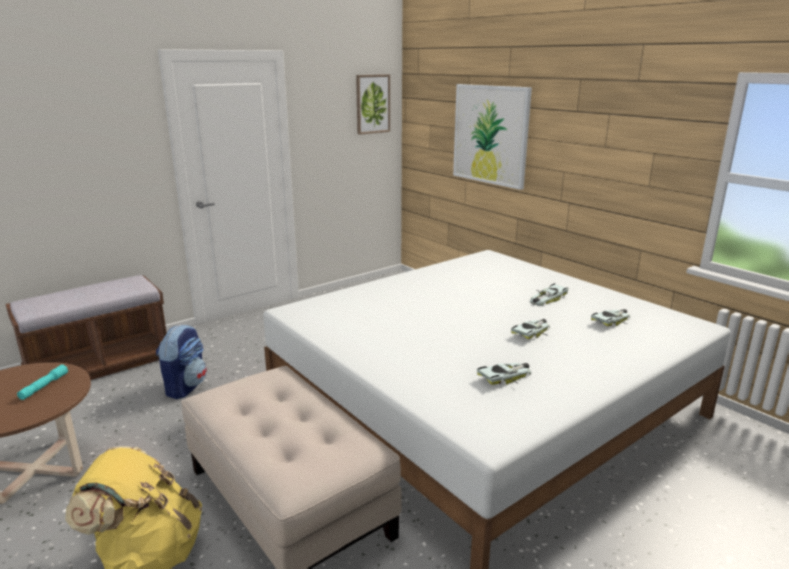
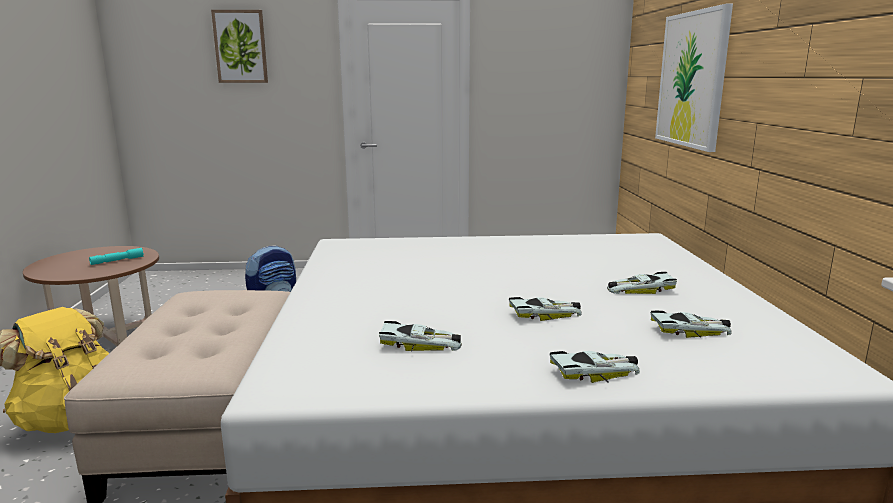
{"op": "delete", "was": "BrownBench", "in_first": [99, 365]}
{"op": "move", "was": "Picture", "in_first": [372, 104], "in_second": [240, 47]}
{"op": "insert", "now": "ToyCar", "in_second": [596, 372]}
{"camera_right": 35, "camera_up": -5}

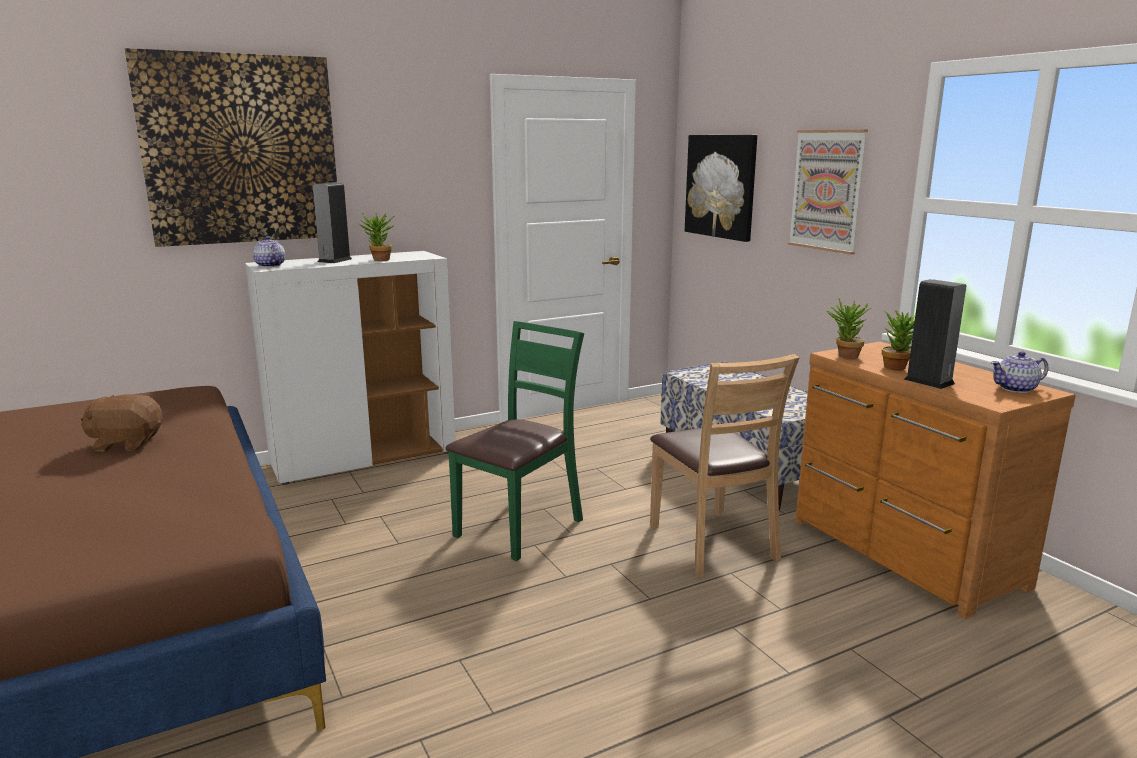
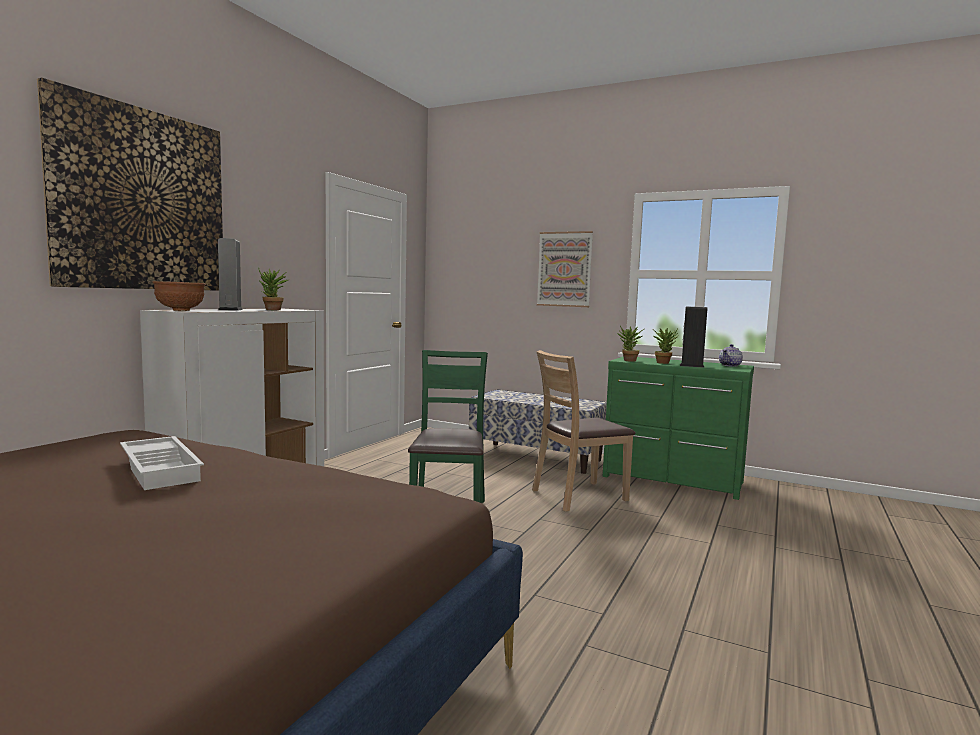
{"op": "replace", "was": "BrownPlushToy", "now": "WhiteTray", "in_first": [126, 443], "in_second": [162, 469]}
{"op": "replace", "was": "Teapot", "now": "BrownBowl", "in_first": [270, 265], "in_second": [180, 310]}
{"op": "rotate", "was": "BrownChair", "in_first": [712, 543], "in_second": [578, 496], "clockwise": 120}
{"op": "delete", "was": "Picture", "in_first": [721, 186]}
{"op": "recolor", "was": "BrownDresser", "now": "GreenDresser", "in_first": [902, 554], "in_second": [673, 480]}
{"camera_right": -35, "camera_up": -10}

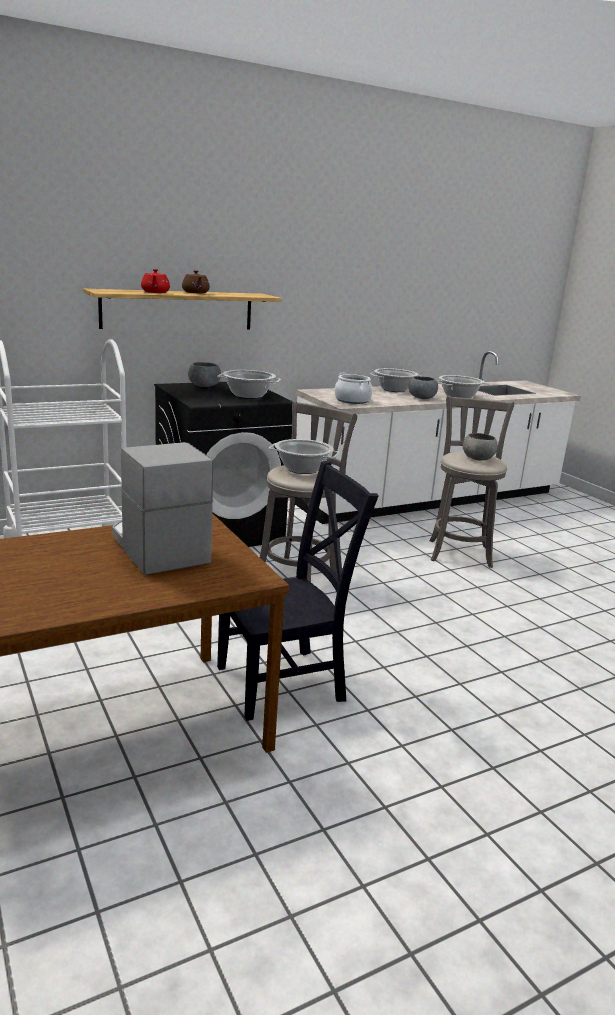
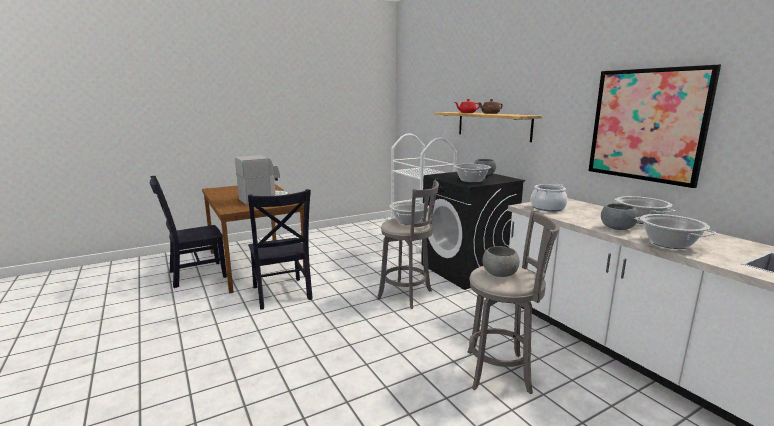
{"op": "insert", "now": "BlackChair", "in_second": [194, 275]}
{"op": "insert", "now": "Picture", "in_second": [647, 125]}
{"camera_right": 90, "camera_up": -5}

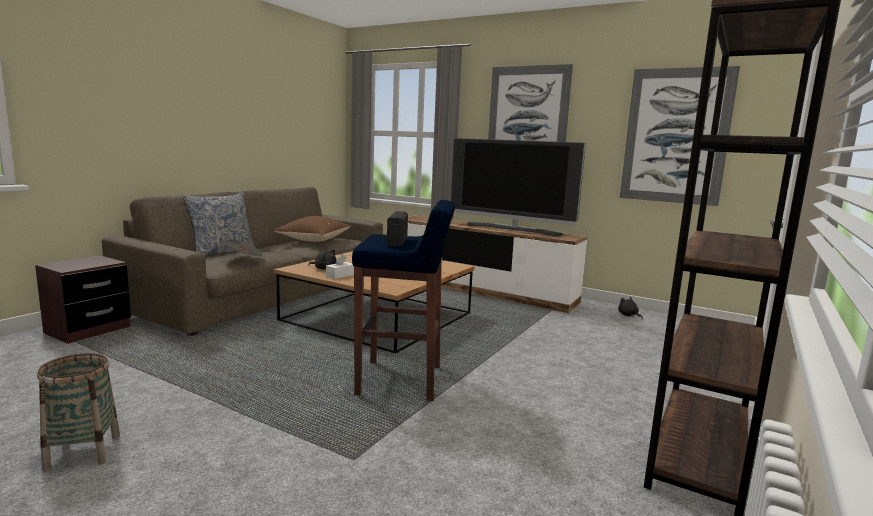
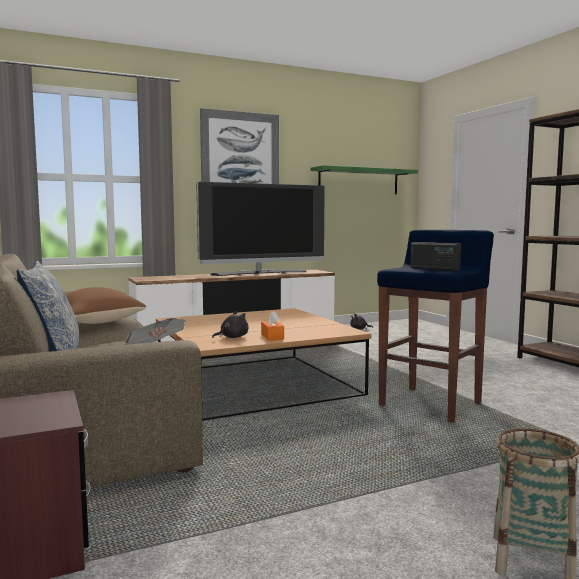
{"op": "recolor", "was": "WhiteTissueBox", "now": "OrangeTissueBox", "in_first": [340, 275], "in_second": [272, 336]}
{"op": "replace", "was": "Picture", "now": "GreenShelf", "in_first": [675, 136], "in_second": [358, 181]}
{"camera_right": -55, "camera_up": -5}

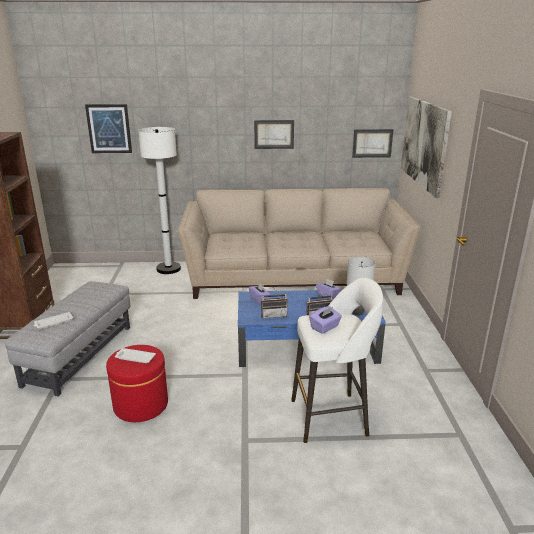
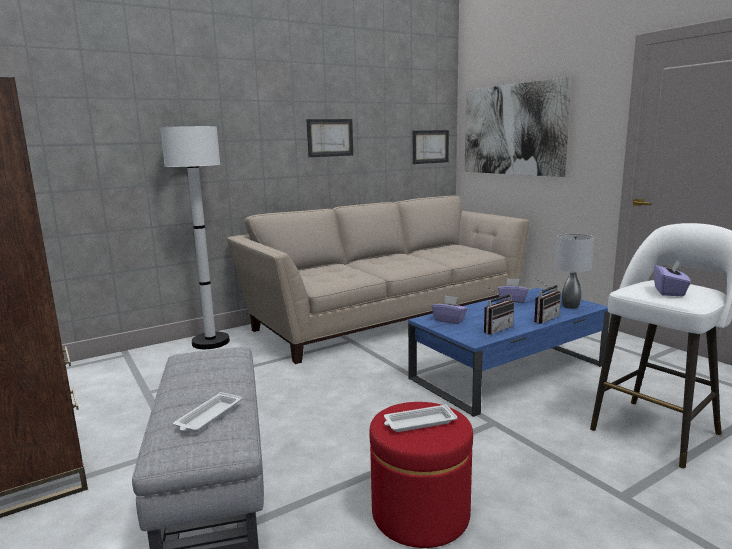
{"op": "delete", "was": "Picture", "in_first": [109, 128]}
{"camera_right": -30, "camera_up": -10}

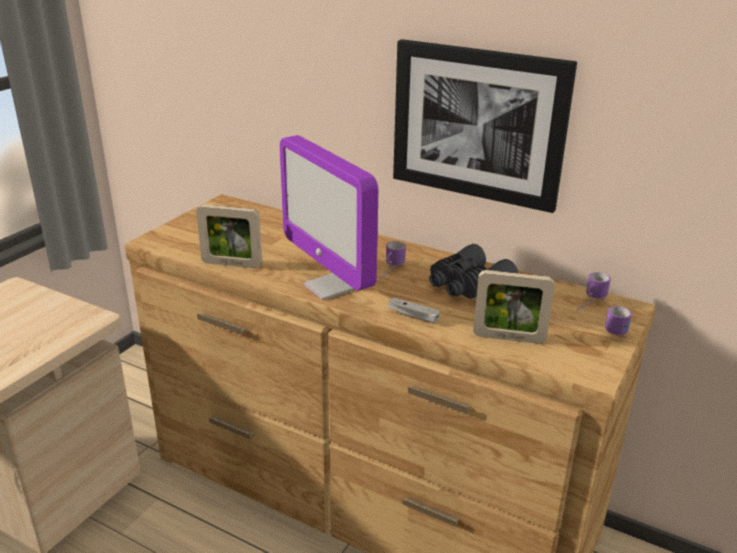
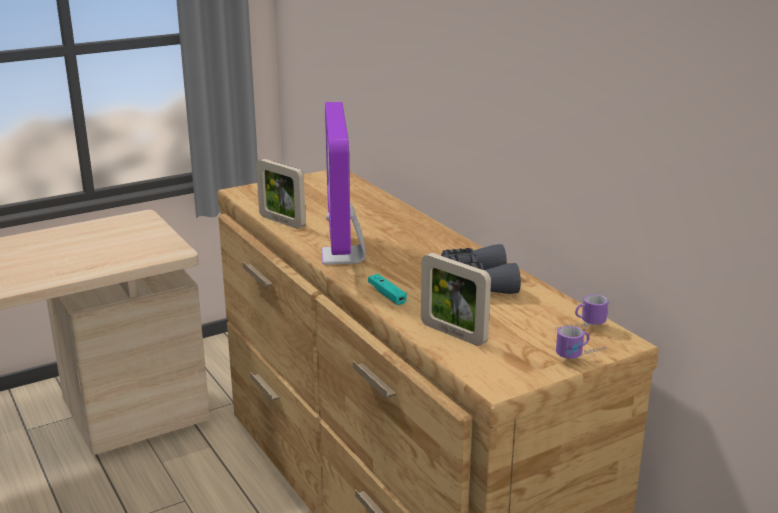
{"op": "delete", "was": "Mug", "in_first": [389, 271]}
{"op": "recolor", "was": "WhiteGameController", "now": "TurquoiseGameController", "in_first": [413, 315], "in_second": [387, 294]}
{"op": "delete", "was": "Picture", "in_first": [478, 124]}
{"camera_right": 30, "camera_up": -5}

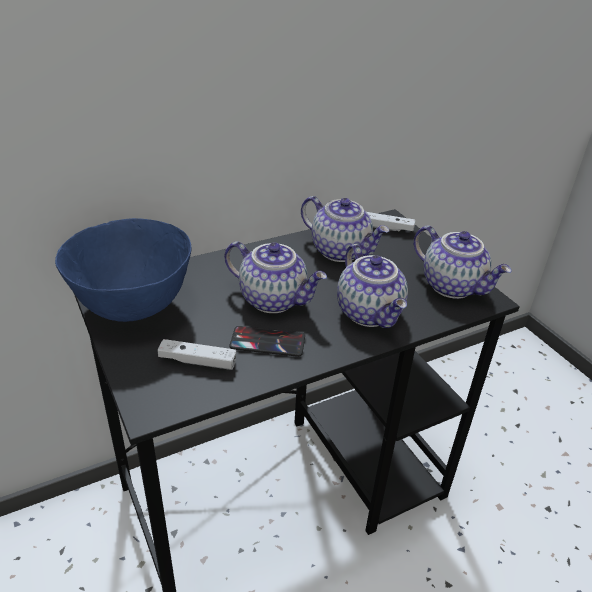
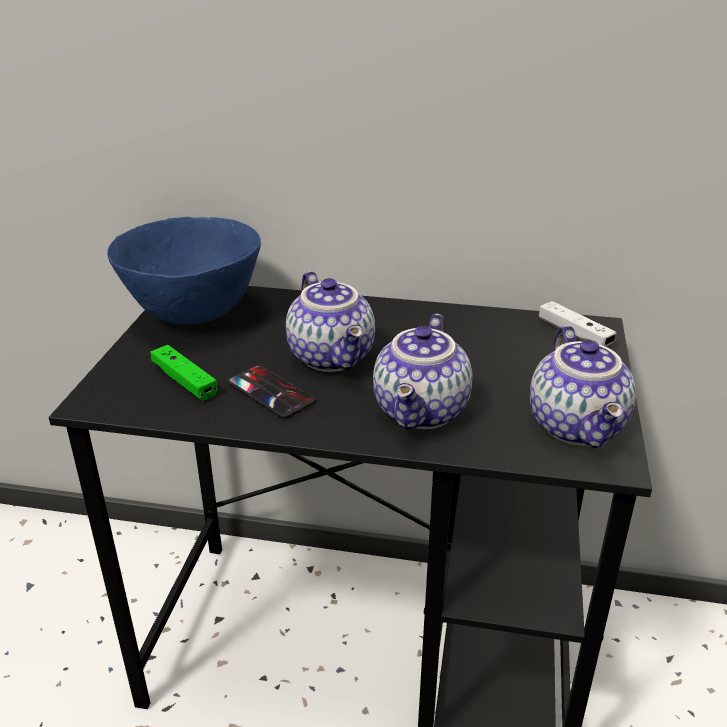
{"op": "recolor", "was": "WhiteGameController", "now": "GreenGameController", "in_first": [197, 361], "in_second": [184, 381]}
{"op": "delete", "was": "Teapot", "in_first": [341, 251]}
{"camera_right": 40, "camera_up": -5}

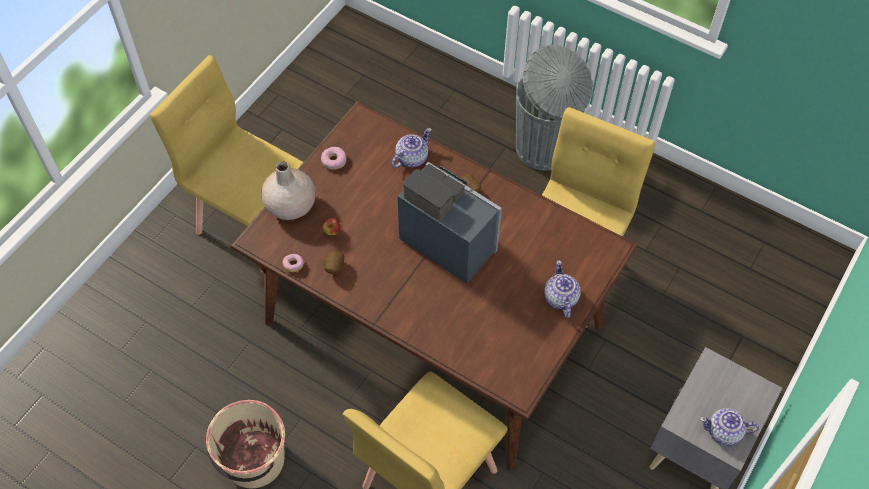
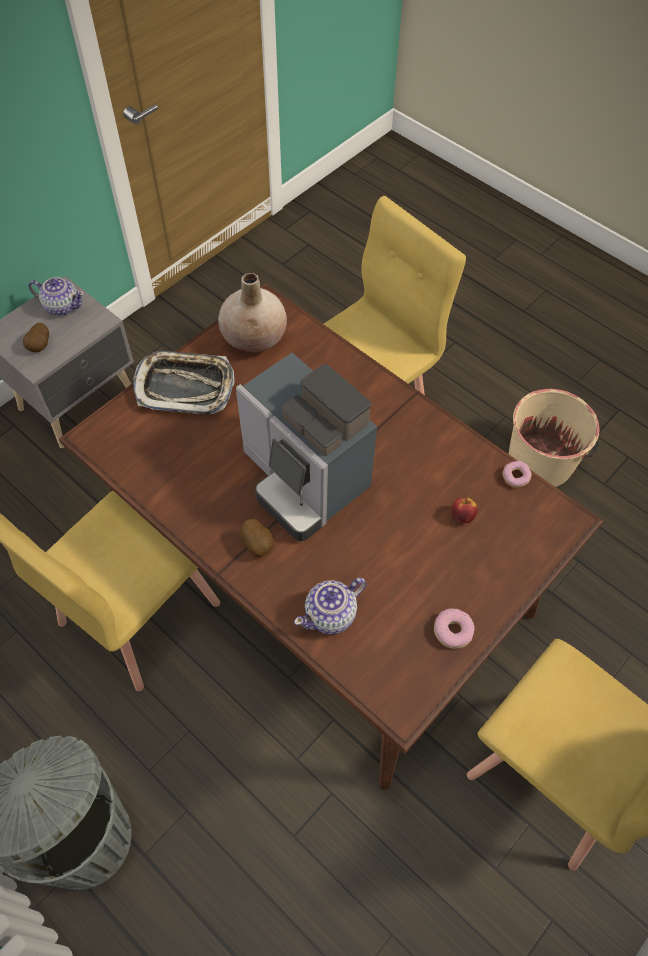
{"op": "move", "was": "BeigeVase", "in_first": [290, 205], "in_second": [254, 338]}
{"op": "move", "was": "Potato", "in_first": [334, 268], "in_second": [40, 346]}
{"op": "replace", "was": "Teapot", "now": "Tray", "in_first": [560, 298], "in_second": [185, 386]}
{"camera_right": -170, "camera_up": 0}

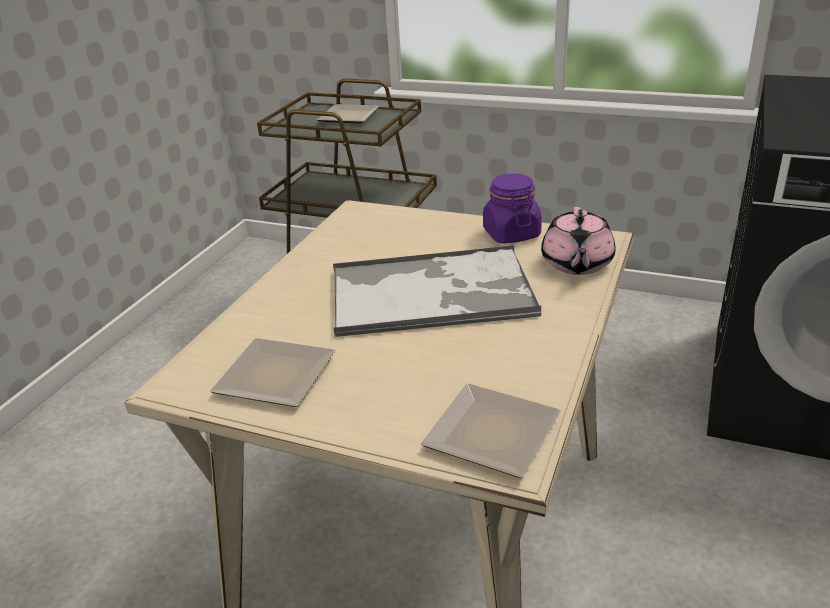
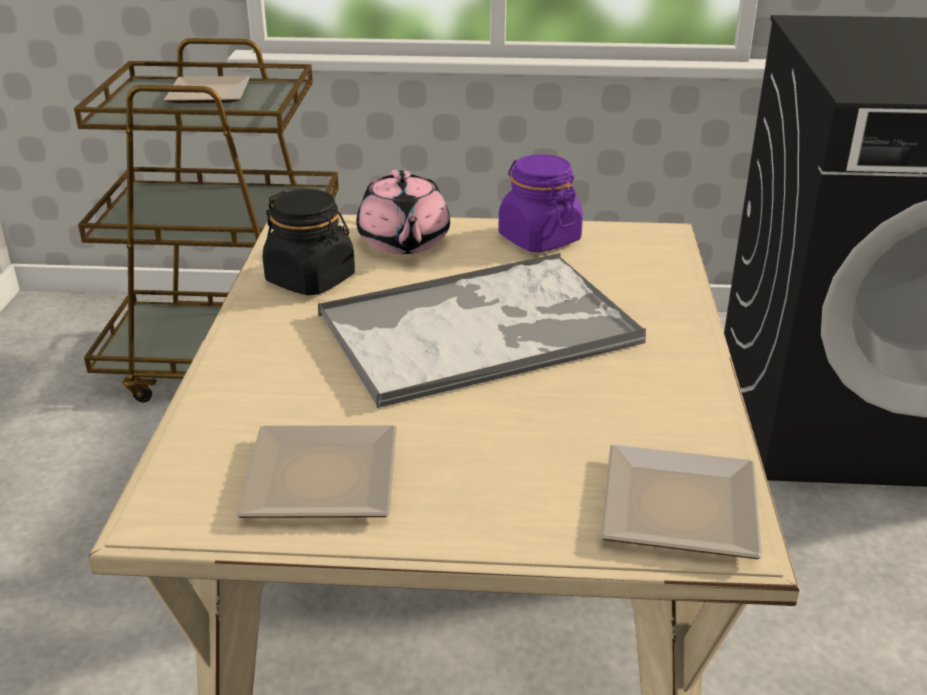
{"op": "move", "was": "PinkTeapot", "in_first": [576, 264], "in_second": [403, 242]}
{"op": "insert", "now": "BlackJar", "in_second": [311, 279]}
{"camera_right": -20, "camera_up": 0}

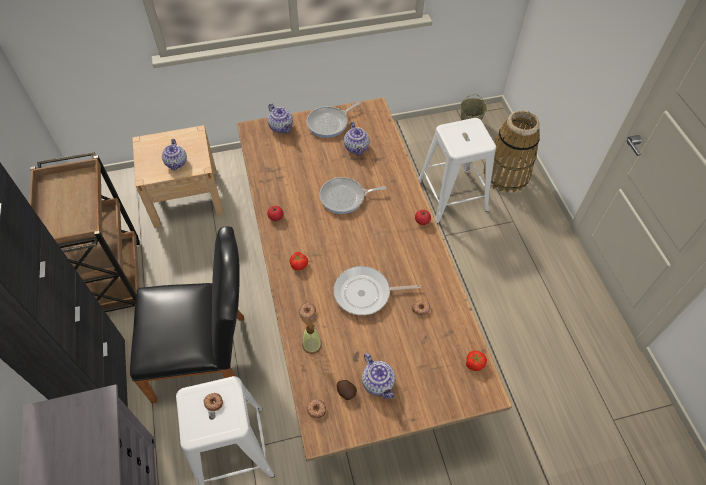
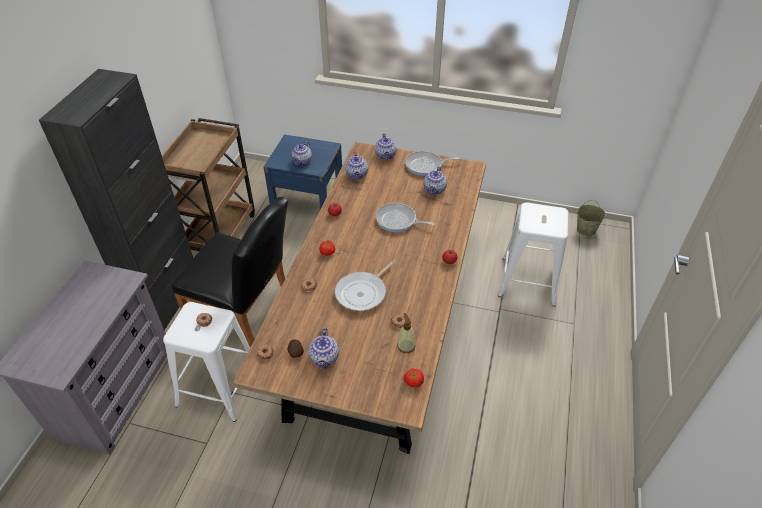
{"op": "recolor", "was": "BeigeNightstand", "now": "BlueNightstand", "in_first": [186, 197], "in_second": [307, 198]}
{"op": "move", "was": "SoapDispenser", "in_first": [311, 345], "in_second": [406, 346]}
{"op": "rotate", "was": "FryingPan", "in_first": [365, 293], "in_second": [363, 292], "clockwise": -75}
{"op": "delete", "was": "Basket", "in_first": [506, 175]}
{"op": "insert", "now": "Teapot", "in_second": [357, 175]}
{"camera_right": 30, "camera_up": -10}

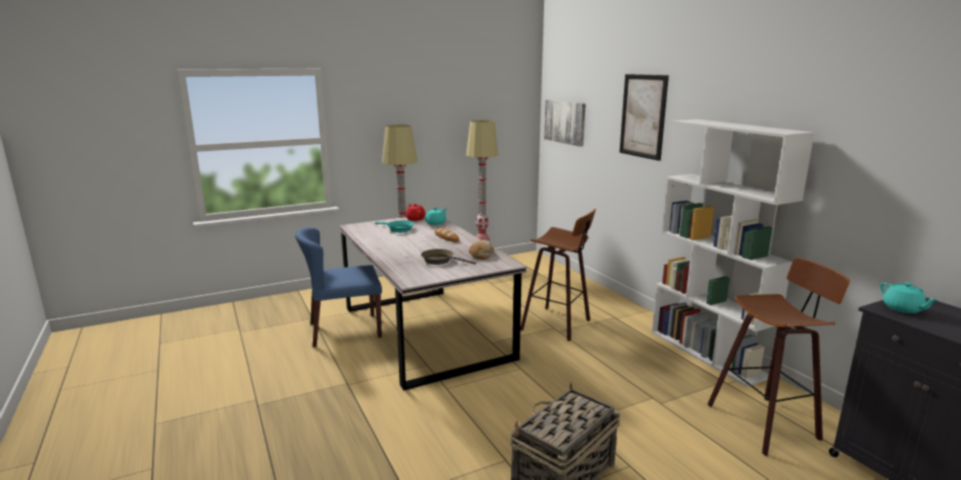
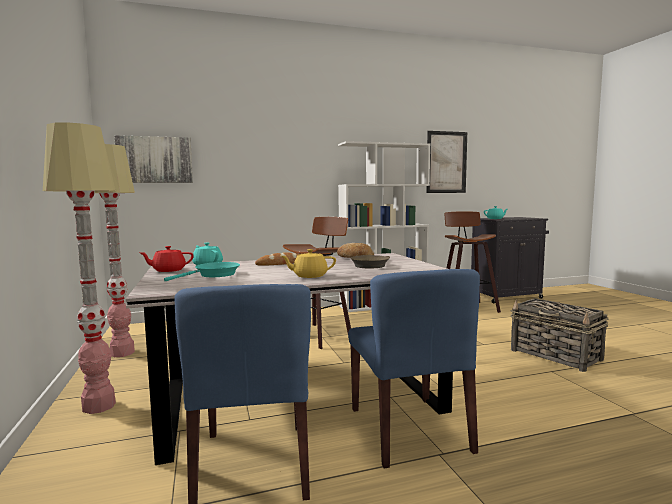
{"op": "move", "was": "Picture", "in_first": [643, 116], "in_second": [446, 162]}
{"op": "insert", "now": "YellowTeapot", "in_second": [309, 276]}
{"op": "insert", "now": "BlueChair", "in_second": [409, 430]}
{"camera_right": -80, "camera_up": -10}

